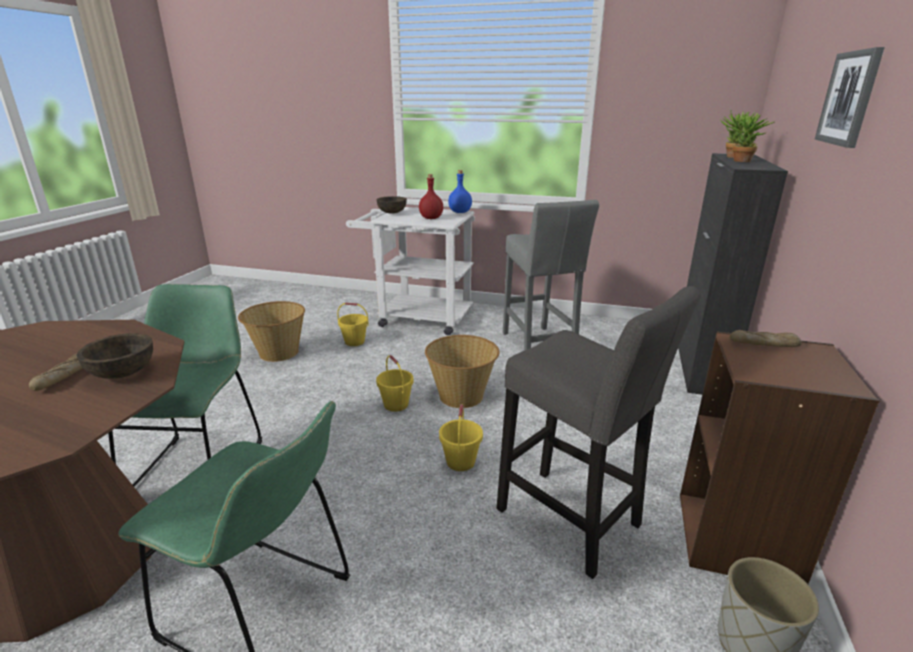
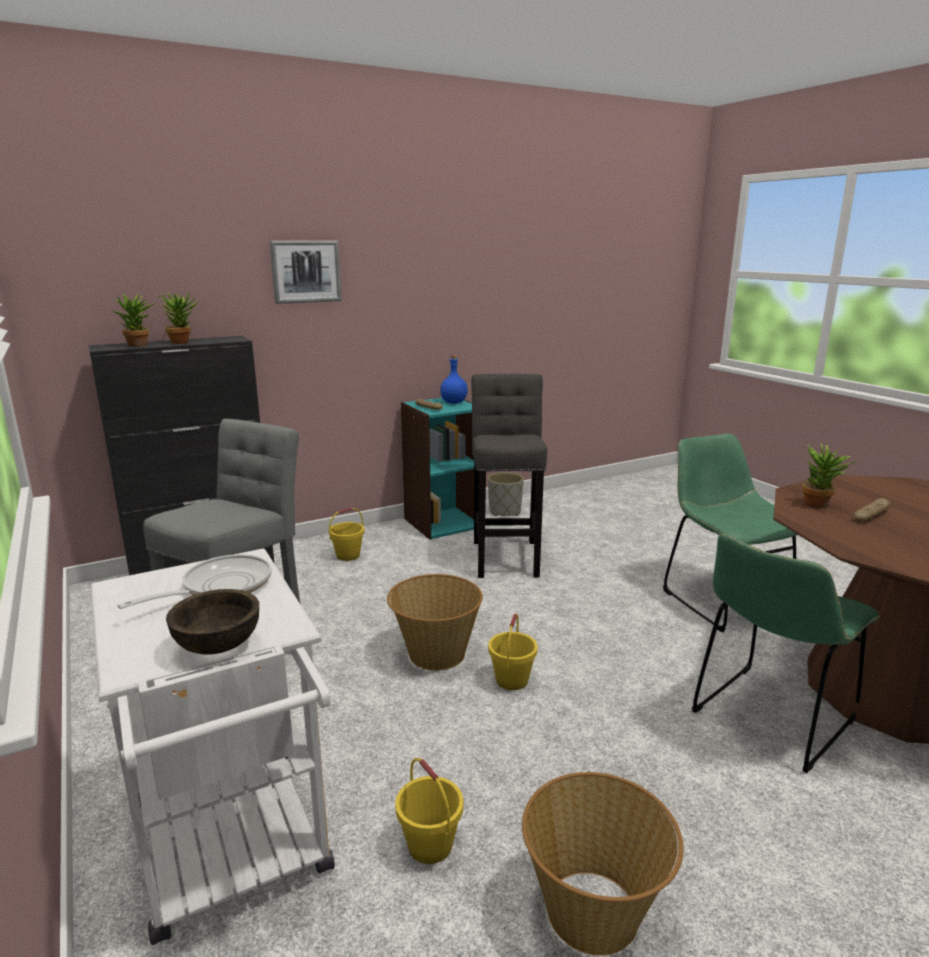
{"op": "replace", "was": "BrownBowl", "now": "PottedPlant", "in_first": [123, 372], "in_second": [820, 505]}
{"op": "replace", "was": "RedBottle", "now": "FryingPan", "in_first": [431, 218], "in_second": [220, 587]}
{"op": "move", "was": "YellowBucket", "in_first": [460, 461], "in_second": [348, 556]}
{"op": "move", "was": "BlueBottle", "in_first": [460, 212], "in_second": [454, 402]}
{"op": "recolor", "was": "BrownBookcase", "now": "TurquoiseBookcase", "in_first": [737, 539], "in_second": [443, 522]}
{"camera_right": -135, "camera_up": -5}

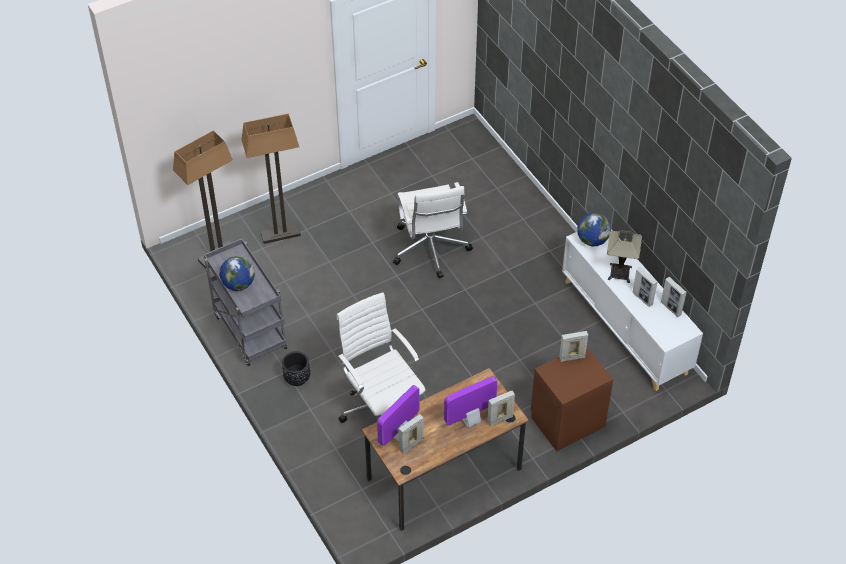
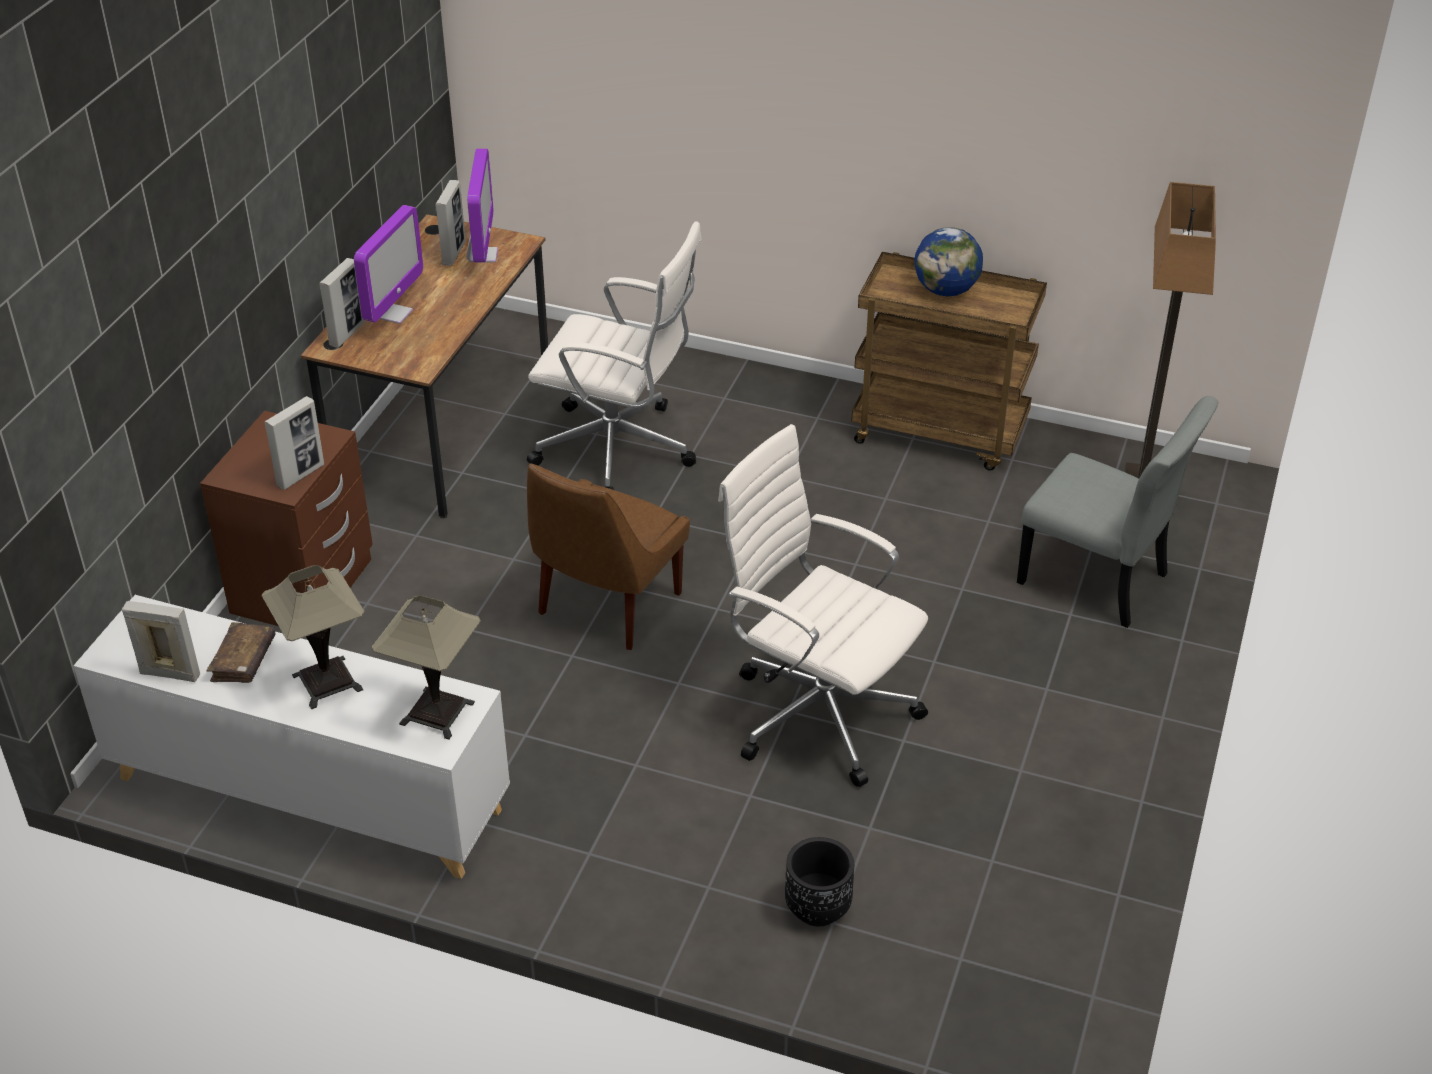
{"op": "recolor", "was": "GreyCart", "now": "BrownCart", "in_first": [249, 331], "in_second": [940, 432]}
{"op": "replace", "was": "FloorLamp", "now": "GreyChair", "in_first": [280, 234], "in_second": [1098, 581]}
{"op": "move", "was": "BlackPlanter", "in_first": [297, 378], "in_second": [818, 908]}
{"op": "replace", "was": "Globe", "now": "TableLamp", "in_first": [592, 240], "in_second": [437, 713]}
{"op": "replace", "was": "PictureFrame", "now": "BrownBook", "in_first": [642, 298], "in_second": [243, 661]}
{"op": "insert", "now": "BrownChair", "in_second": [606, 606]}
{"camera_right": 140, "camera_up": -10}

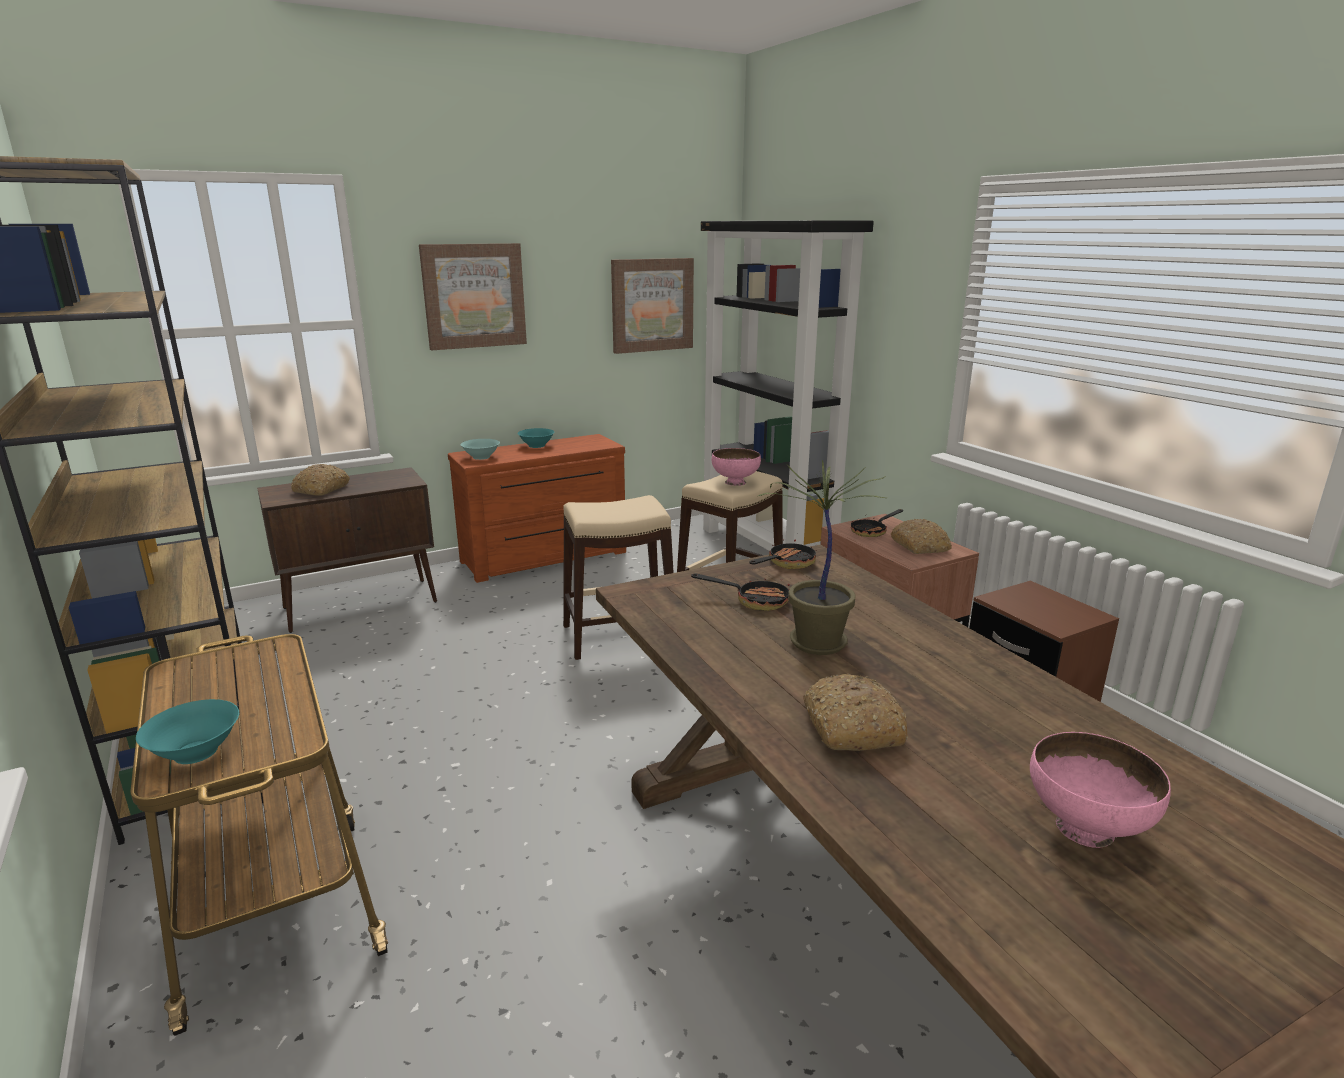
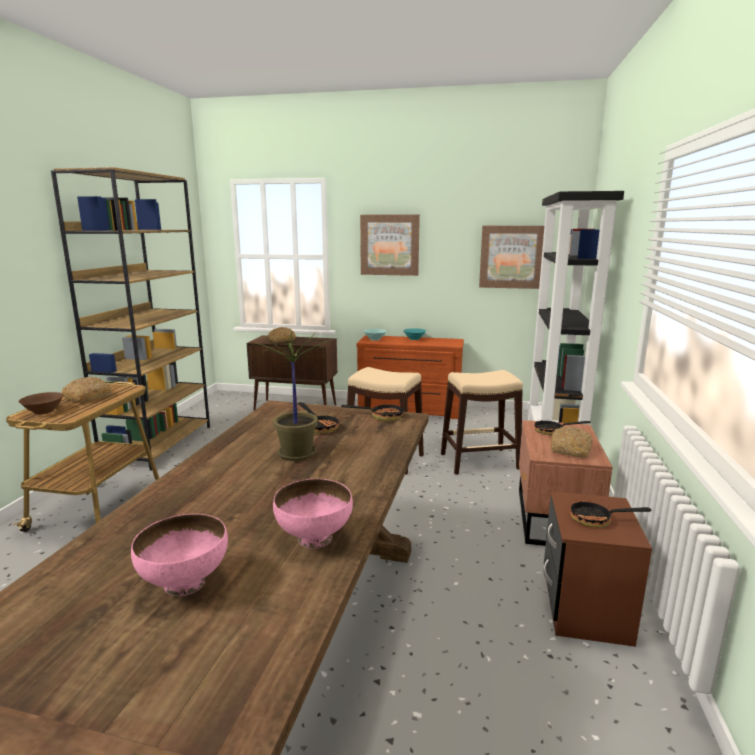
{"op": "recolor", "was": "TurquoiseBowl", "now": "BrownBowl", "in_first": [196, 752], "in_second": [44, 411]}
{"op": "move", "was": "PinkBowl", "in_first": [735, 482], "in_second": [314, 538]}
{"op": "move", "was": "Bread", "in_first": [850, 726], "in_second": [88, 397]}
{"op": "insert", "now": "FryingPan", "in_second": [597, 520]}
{"camera_right": 40, "camera_up": -5}

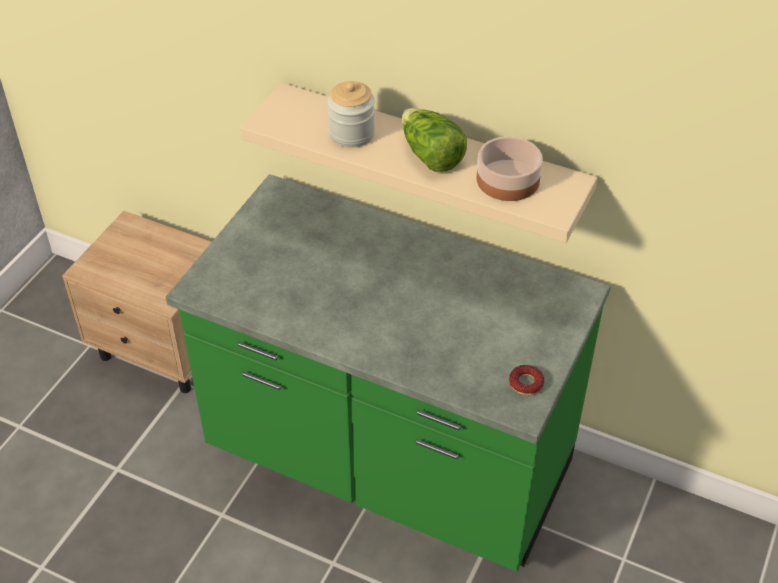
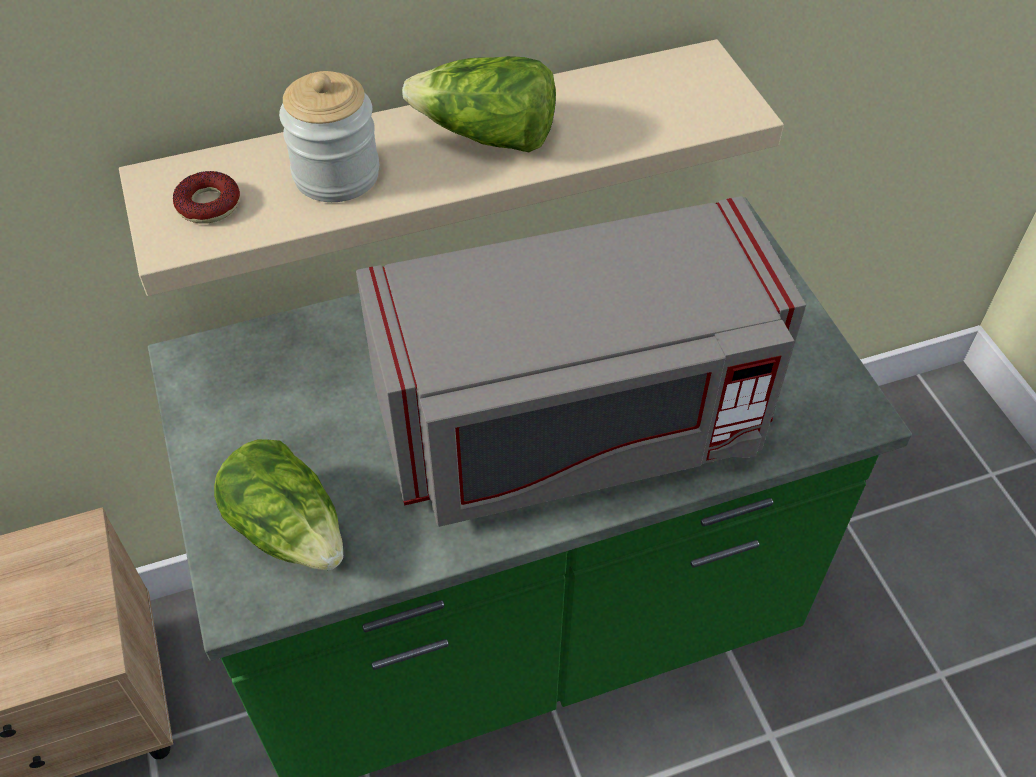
{"op": "delete", "was": "Bowl", "in_first": [507, 179]}
{"op": "move", "was": "Donut", "in_first": [526, 383], "in_second": [208, 205]}
{"op": "insert", "now": "Lettuce", "in_second": [289, 528]}
{"op": "insert", "now": "GreyMicrowave", "in_second": [574, 426]}
{"camera_right": -45, "camera_up": 5}

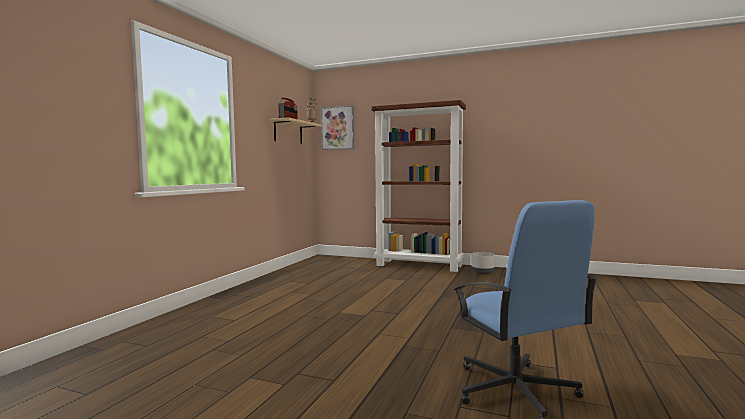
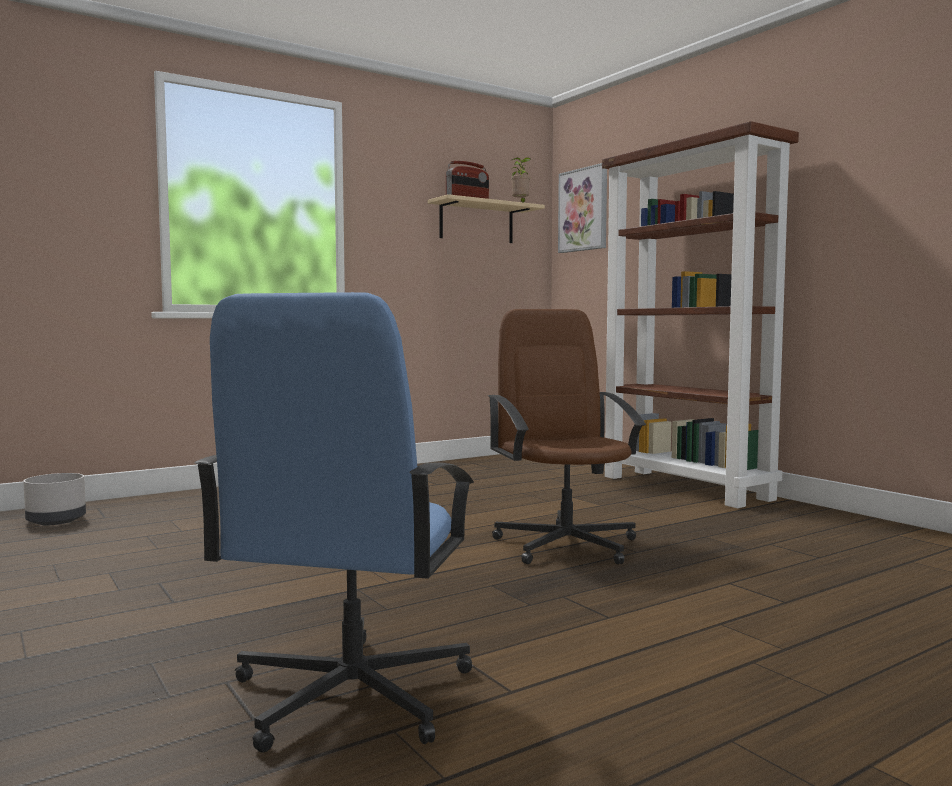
{"op": "move", "was": "GreyPlanter", "in_first": [482, 272], "in_second": [57, 520]}
{"op": "insert", "now": "BrownOfficeChair", "in_second": [566, 544]}
{"camera_right": 35, "camera_up": 0}

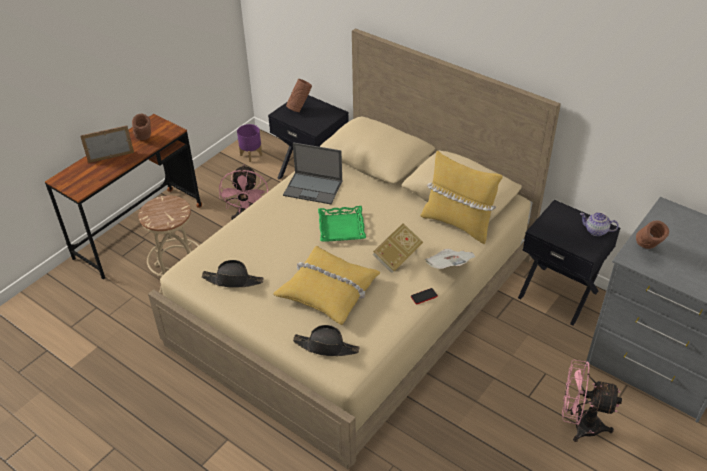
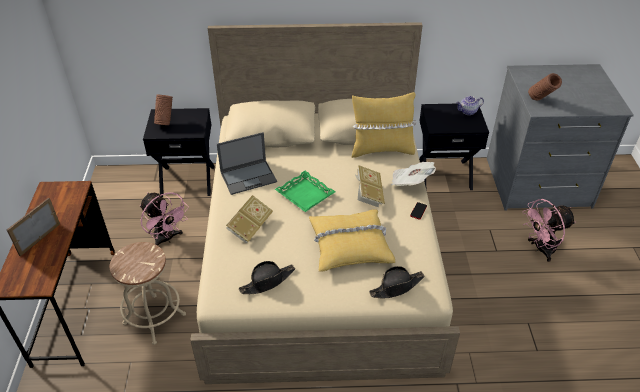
{"op": "delete", "was": "BrownVase", "in_first": [144, 141]}
{"op": "delete", "was": "PurplePlanter", "in_first": [251, 155]}
{"op": "insert", "now": "Book", "in_second": [249, 227]}
{"camera_right": -40, "camera_up": 0}

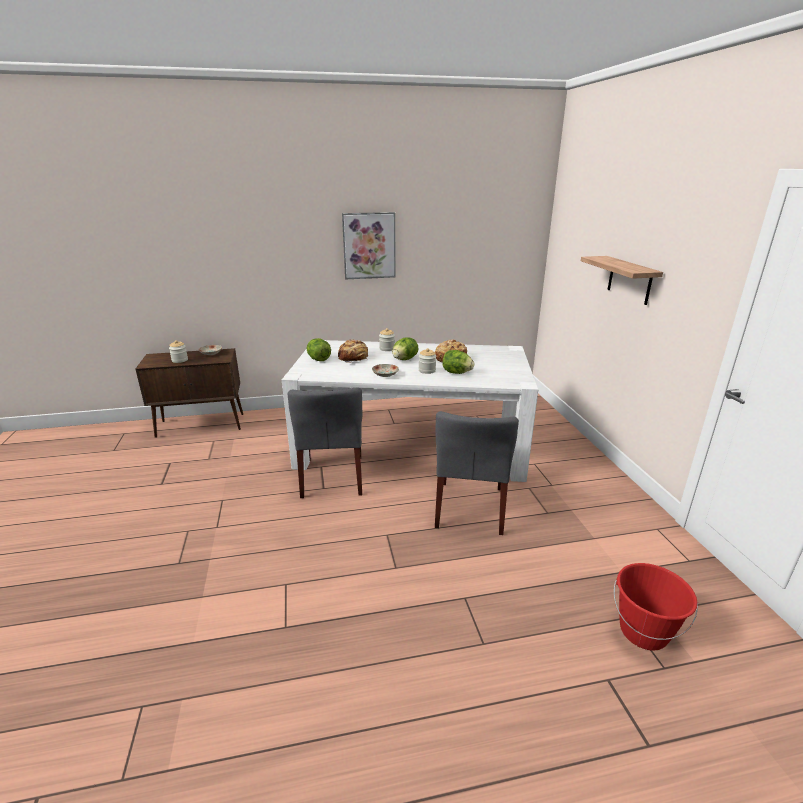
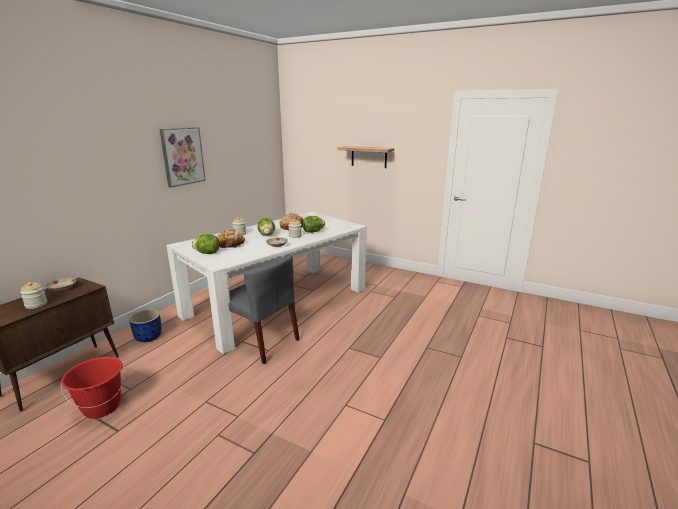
{"op": "delete", "was": "GreyChair", "in_first": [470, 507]}
{"op": "move", "was": "RedBucket", "in_first": [643, 632], "in_second": [102, 407]}
{"op": "insert", "now": "BluePlanter", "in_second": [148, 337]}
{"camera_right": -50, "camera_up": -5}

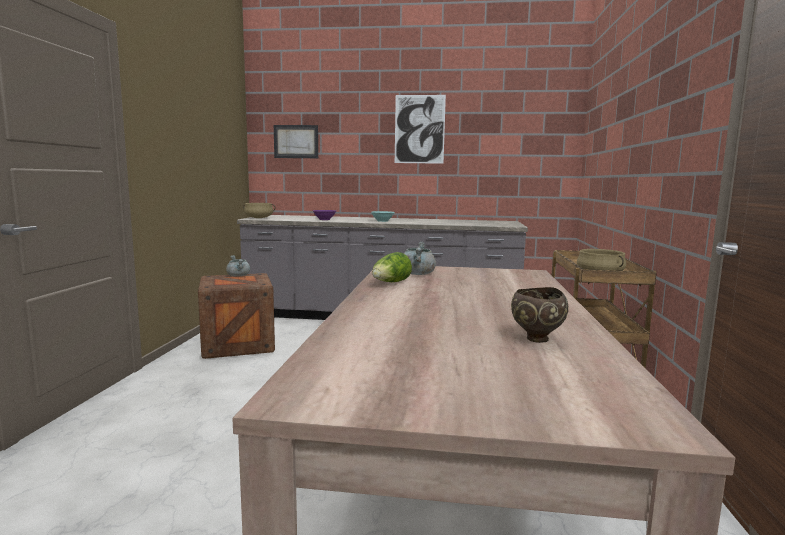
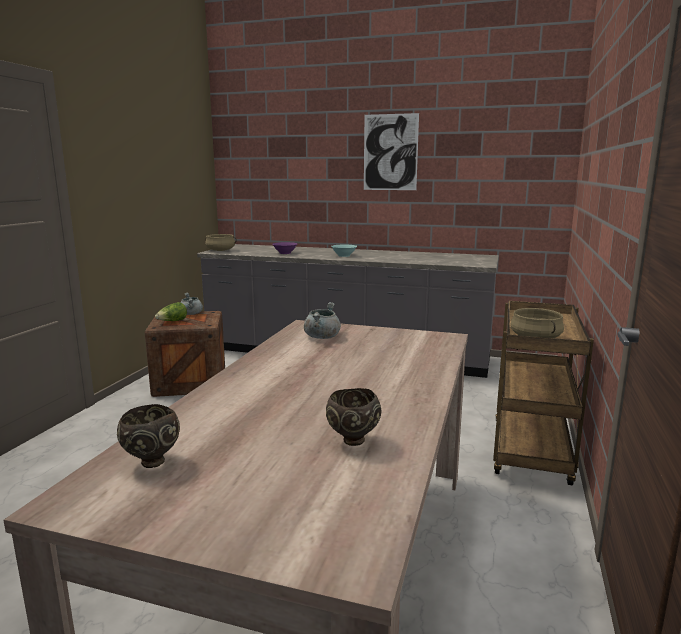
{"op": "delete", "was": "Picture", "in_first": [296, 141]}
{"op": "move", "was": "Lettuce", "in_first": [390, 283], "in_second": [172, 321]}
{"op": "insert", "now": "BrownBowl", "in_second": [151, 462]}
{"camera_right": 10, "camera_up": 5}

